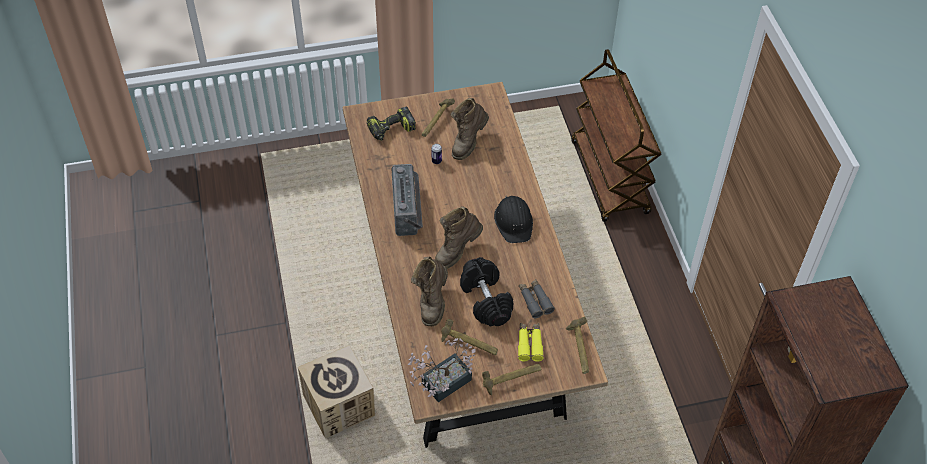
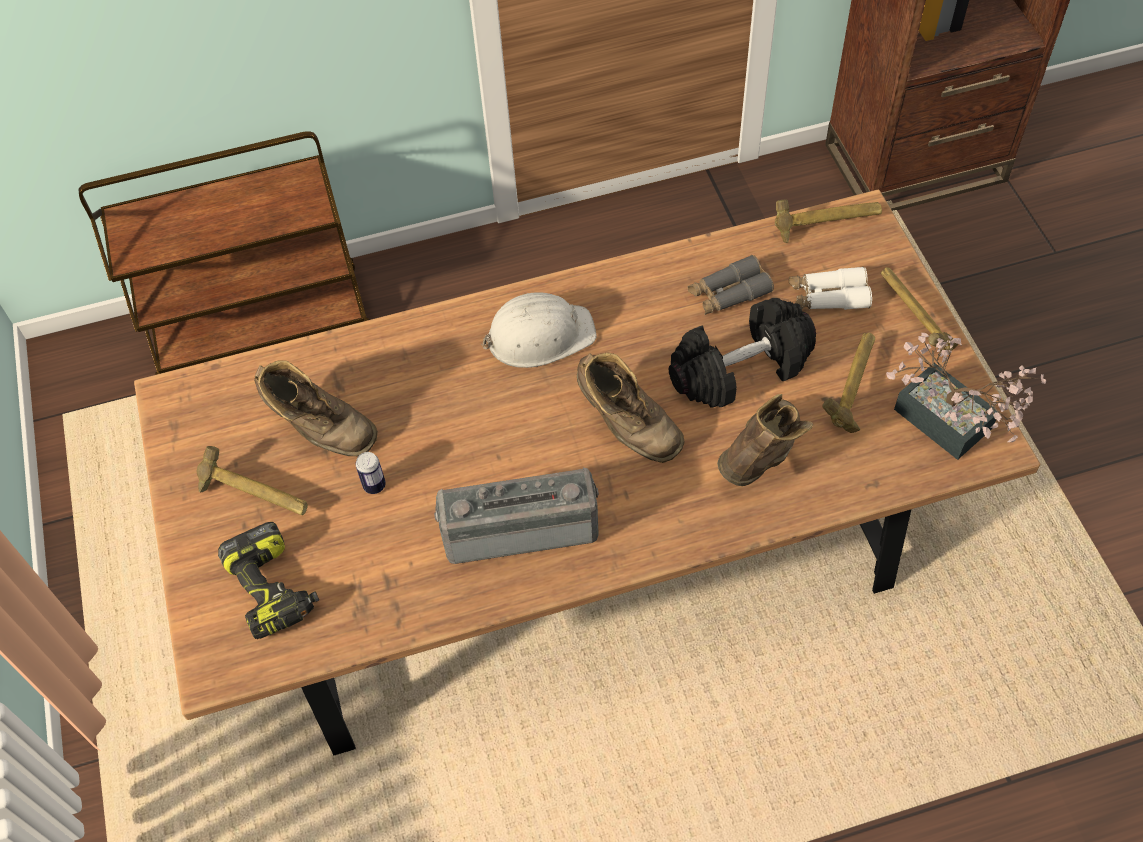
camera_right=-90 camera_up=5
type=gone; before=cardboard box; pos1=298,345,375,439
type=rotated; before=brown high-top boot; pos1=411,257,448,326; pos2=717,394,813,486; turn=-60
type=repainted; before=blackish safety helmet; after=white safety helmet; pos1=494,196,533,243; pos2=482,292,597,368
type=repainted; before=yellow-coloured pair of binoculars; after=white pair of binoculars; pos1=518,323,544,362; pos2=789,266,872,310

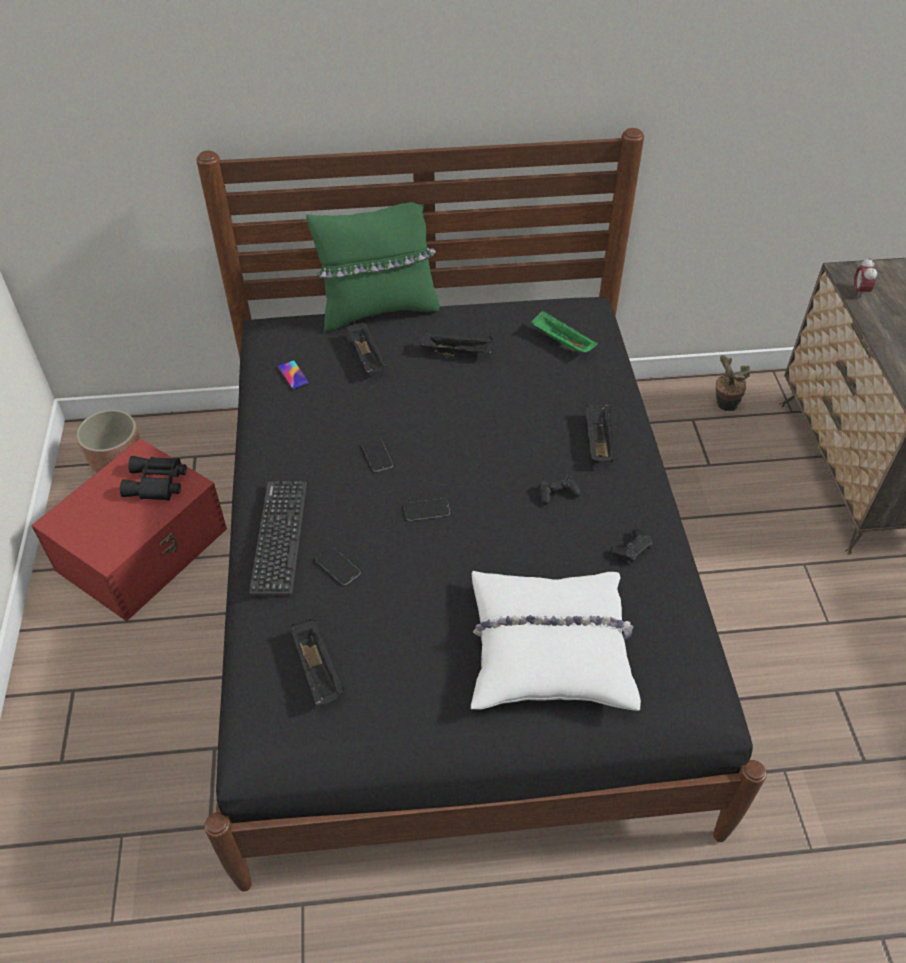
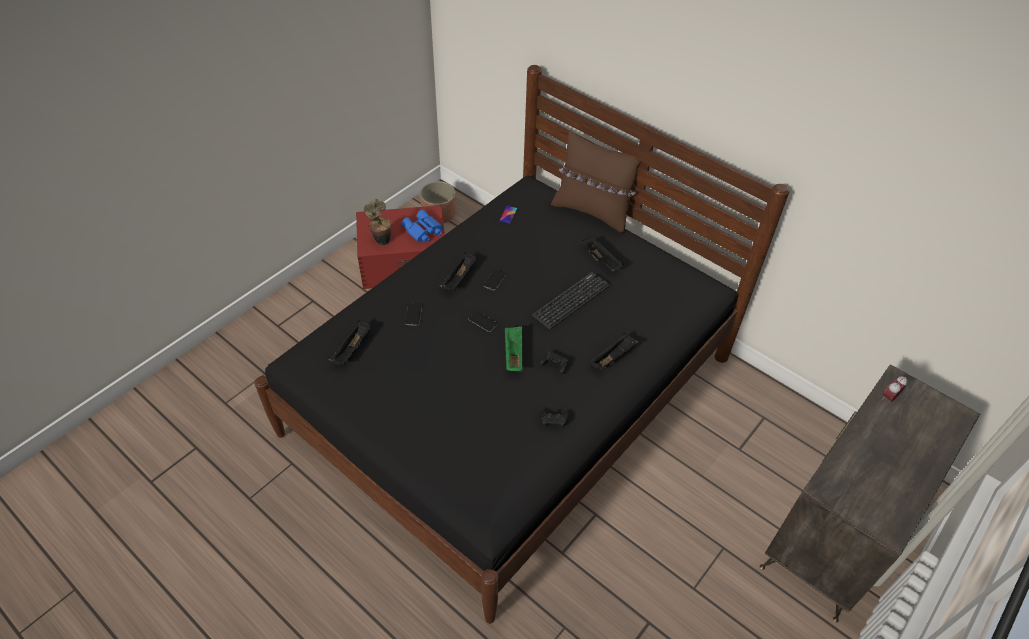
camera_right=45 camera_up=0
type=repainted; before=blackish pair of binoculars; after=blue pair of binoculars; pos1=120,456,187,501; pos2=401,210,443,243
type=shifted; before=PC keyboard; pos1=249,481,307,595; pos2=532,272,610,329
type=repainted; before=green-coloured pillow; after=brown pillow; pos1=306,202,440,333; pos2=551,130,641,233
type=shifted; before=blackish serving tray; pos1=347,322,388,373; pos2=439,252,477,290
type=gone; before=white pillow; pos1=471,571,641,711
type=shifted; before=green-coloured serving tray; pos1=531,311,598,353; pos2=505,326,522,371
type=shifted; before=potted plant; pos1=716,355,750,411; pos2=364,199,391,245

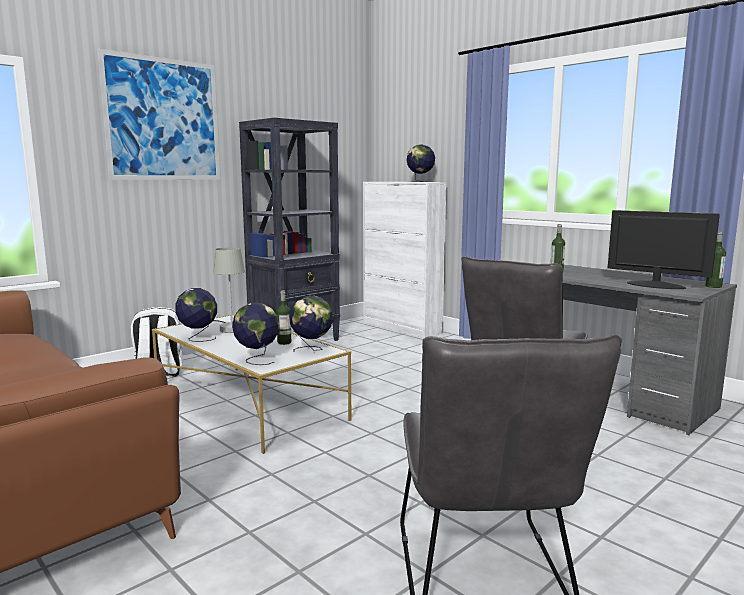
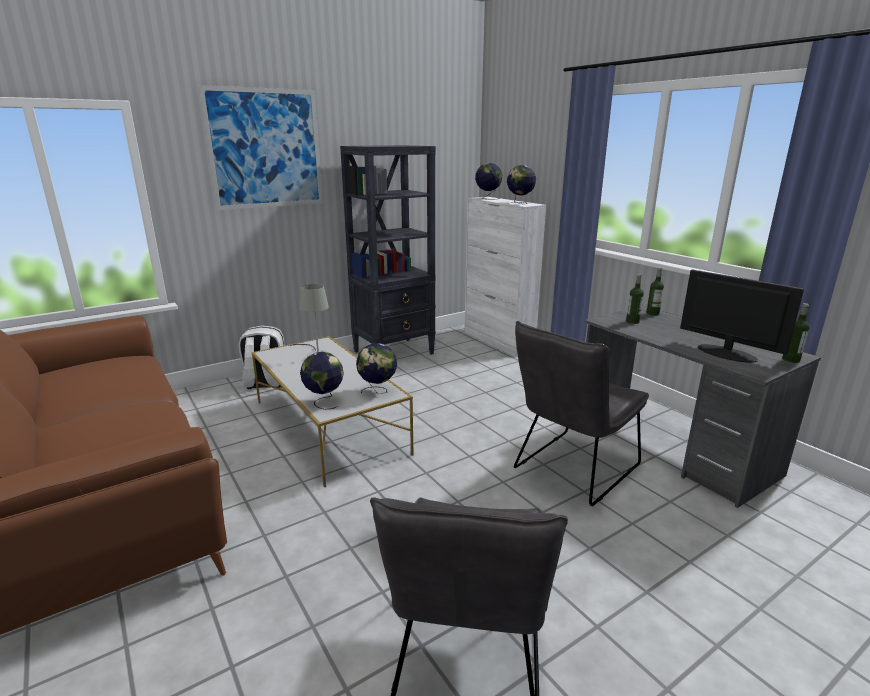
camera_right=10 camera_up=10
type=shifted; before=world globe; pos1=175,288,217,342; pos2=475,163,502,199
type=shifted; before=beverage bottle; pos1=276,291,291,345; pos2=646,268,664,316

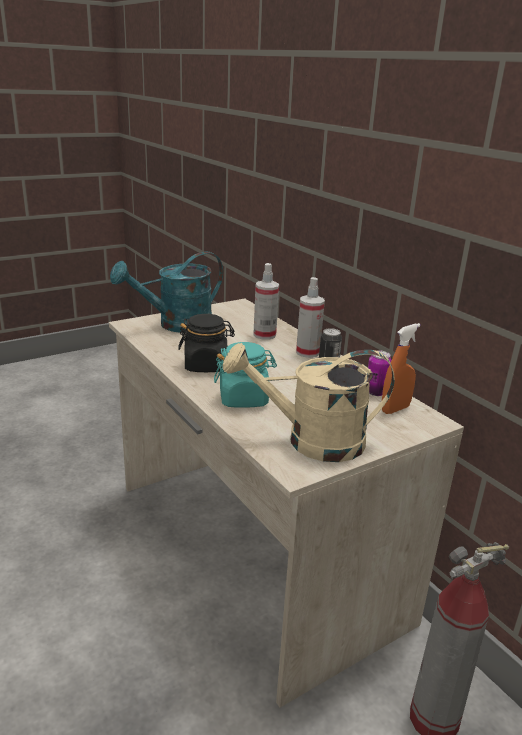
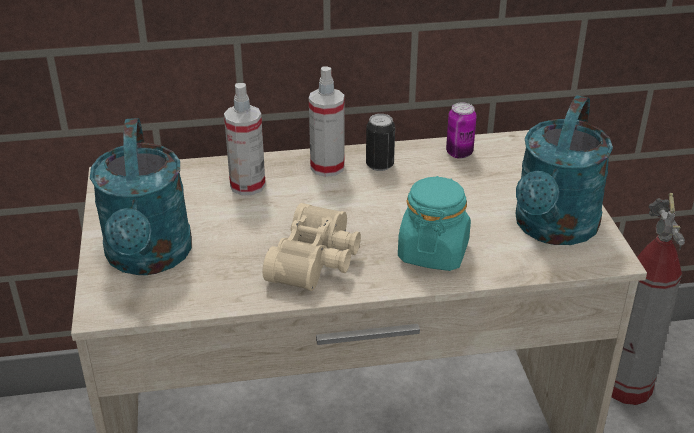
camera_right=-65 camera_up=10
type=swapped; before=blackish jar; after=beige pair of binoculars; pos1=178,314,235,372; pos2=263,203,361,291
type=repainted; before=beige watering pot; after=turquoise-coloured watering pot; pos1=223,343,395,462; pos2=515,95,613,245
type=gone; before=orange spray bottle; pos1=382,323,420,414

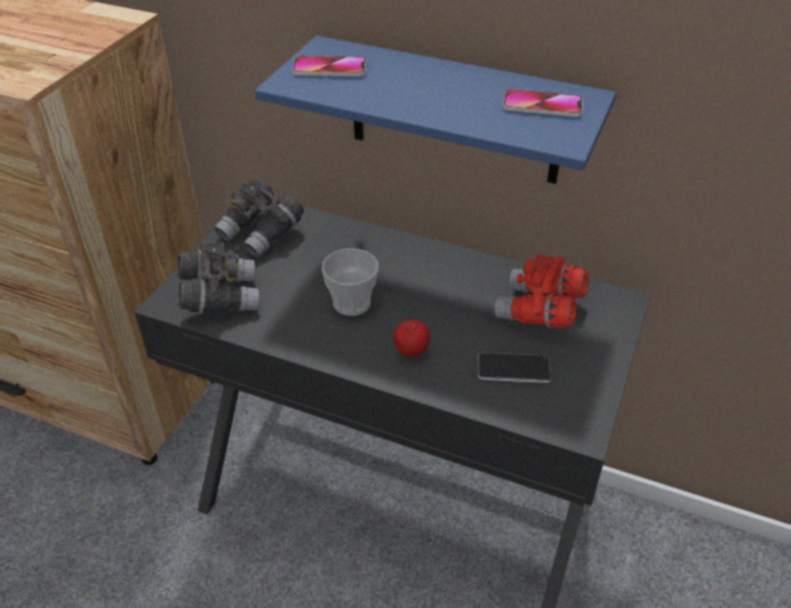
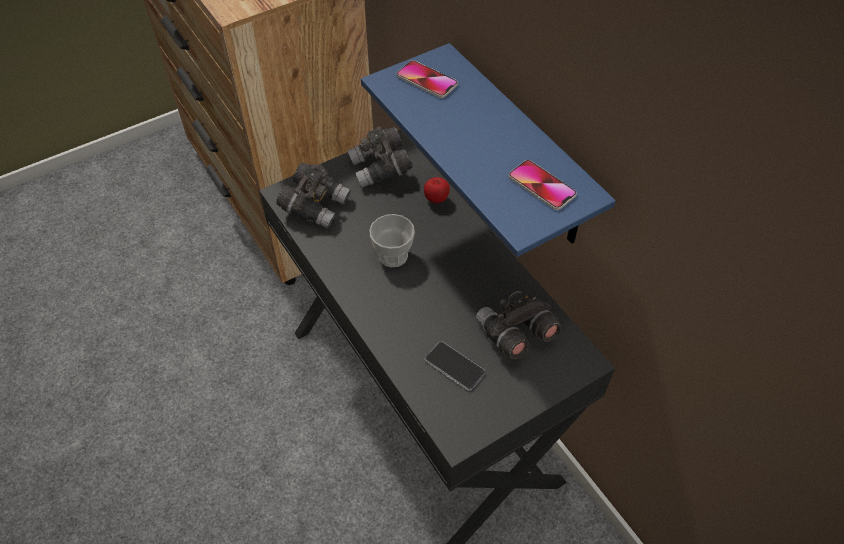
camera_right=35 camera_up=10
type=shifted; before=whole apple; pos1=393,320,430,357; pos2=424,177,450,204
type=repainted; before=red pair of binoculars; after=grey pair of binoculars; pos1=495,254,589,328; pos2=476,291,562,359

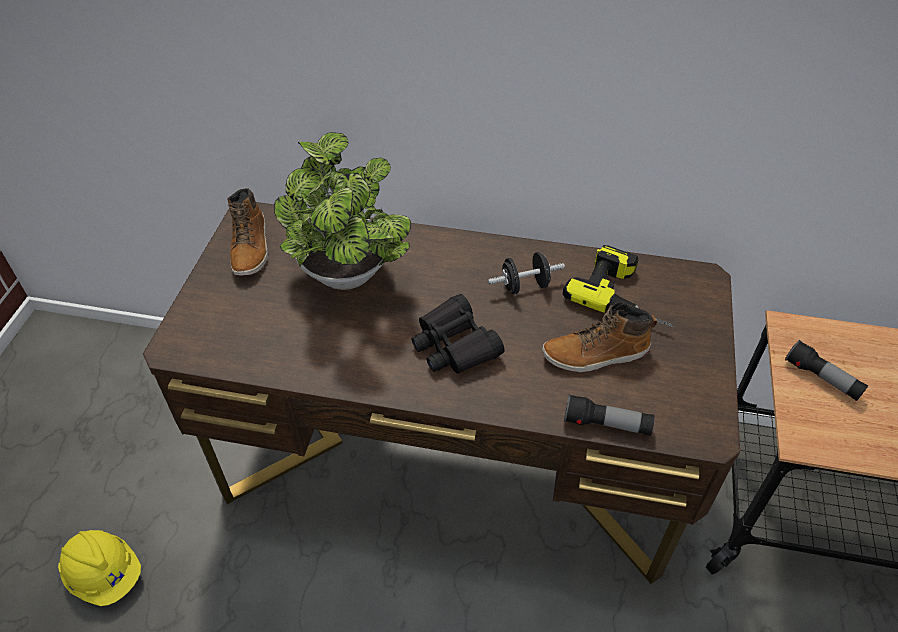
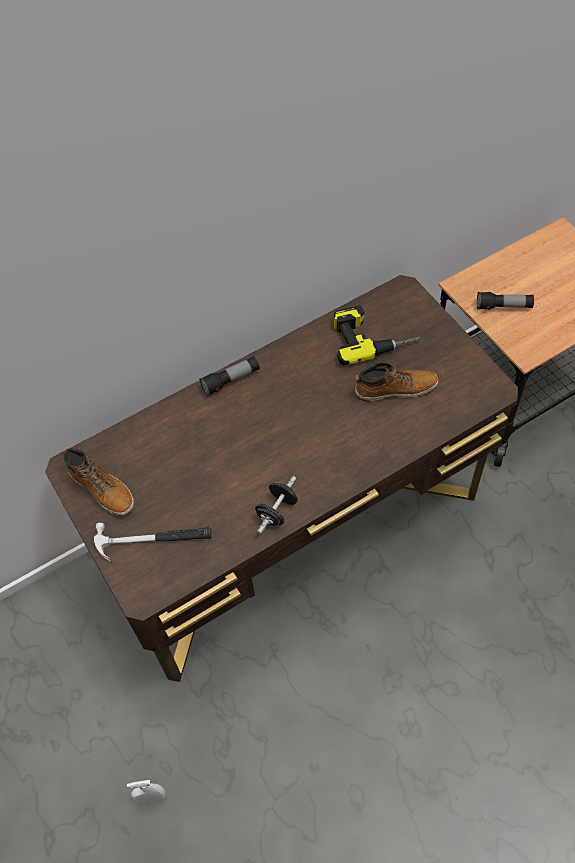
camera_right=-40 camera_up=10
type=swapped; before=yellow-coloured safety helmet; after=white spray bottle; pos1=58,530,141,606; pos2=127,780,165,803
type=gone; before=potted plant; pos1=274,132,411,290
type=gone; before=blackish pair of binoculars; pos1=412,294,505,374
type=shifted; before=blackish free weight; pos1=488,252,565,295; pos2=255,476,298,534
type=rotated; before=high-top boot; pos1=542,302,657,372; pos2=355,362,438,402; turn=-135
type=shifted; before=hand torch; pos1=564,394,655,436; pos2=199,356,260,396
type=new; after=tool hammer; pos2=94,523,212,562

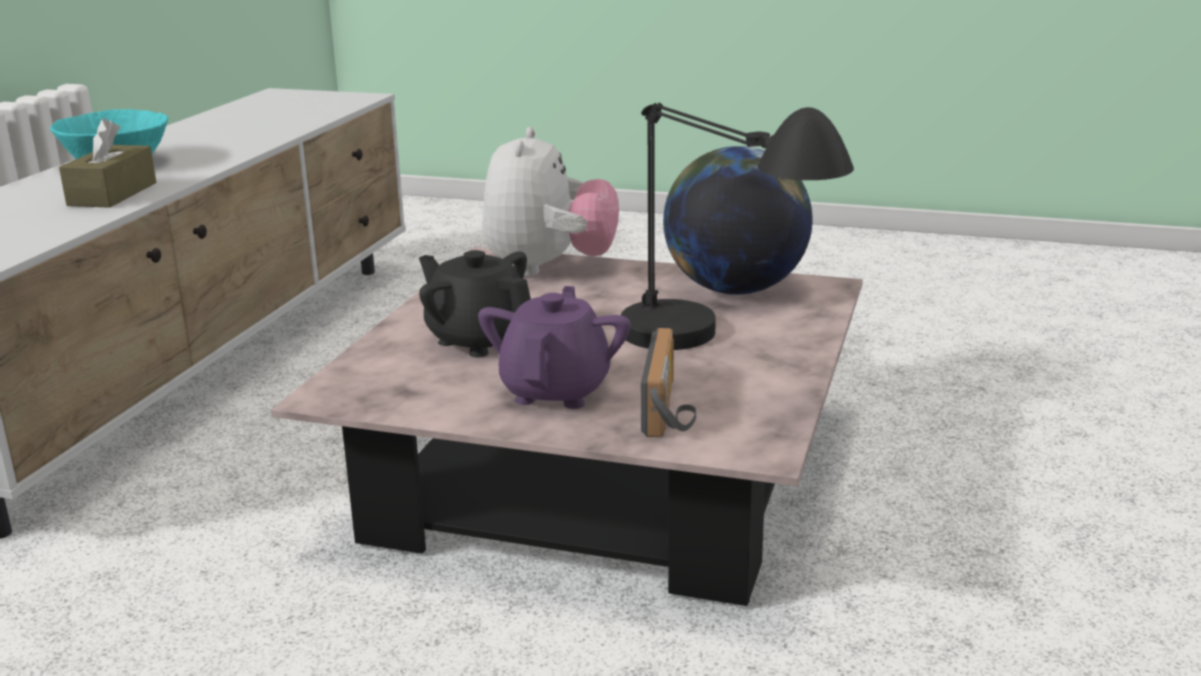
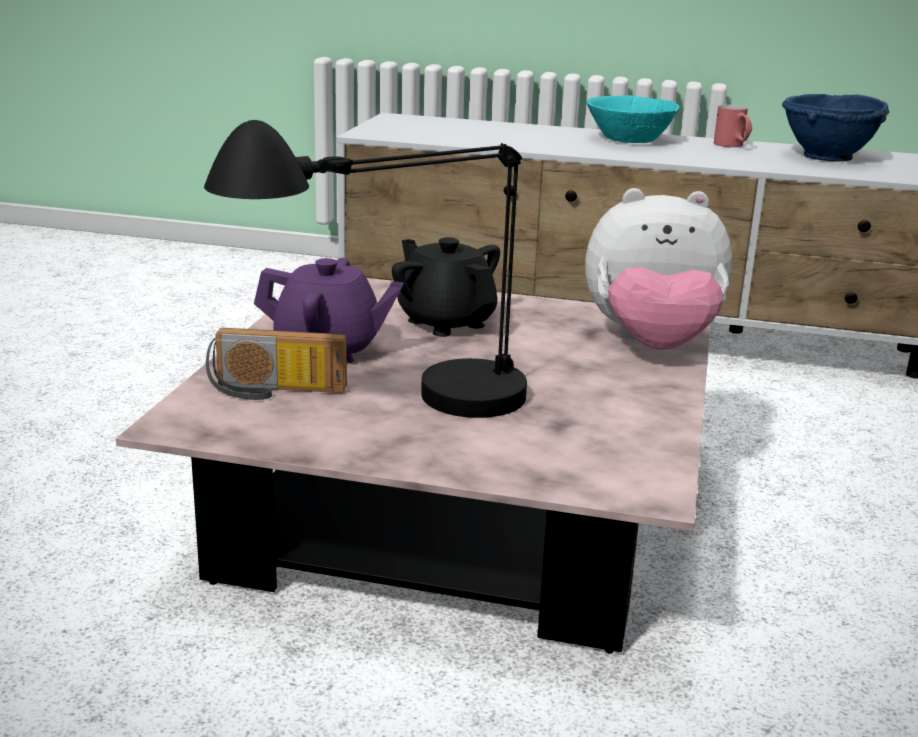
camera_right=85 camera_up=0
type=gone; before=brown tissue box; pos1=59,118,156,208
type=rotated; before=blackish tea pot; pos1=419,250,531,358; pos2=392,237,500,337; turn=-75
type=gone; before=world globe; pos1=663,146,812,295
type=new; after=red coffee mug; pos2=714,105,752,147
type=new; after=blue bowl; pos2=782,94,889,162

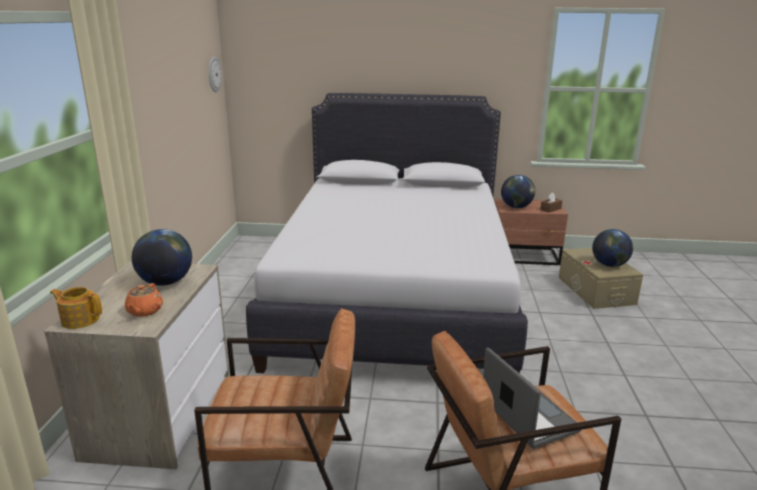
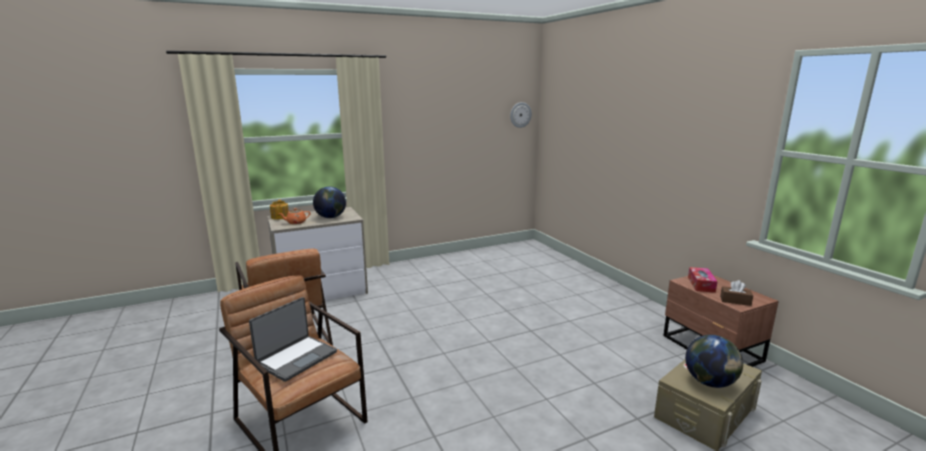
camera_right=60 camera_up=-5
type=gone; before=white bed; pos1=246,93,528,373
type=swapped; before=world globe; after=tissue box; pos1=501,175,535,208; pos2=688,267,718,293

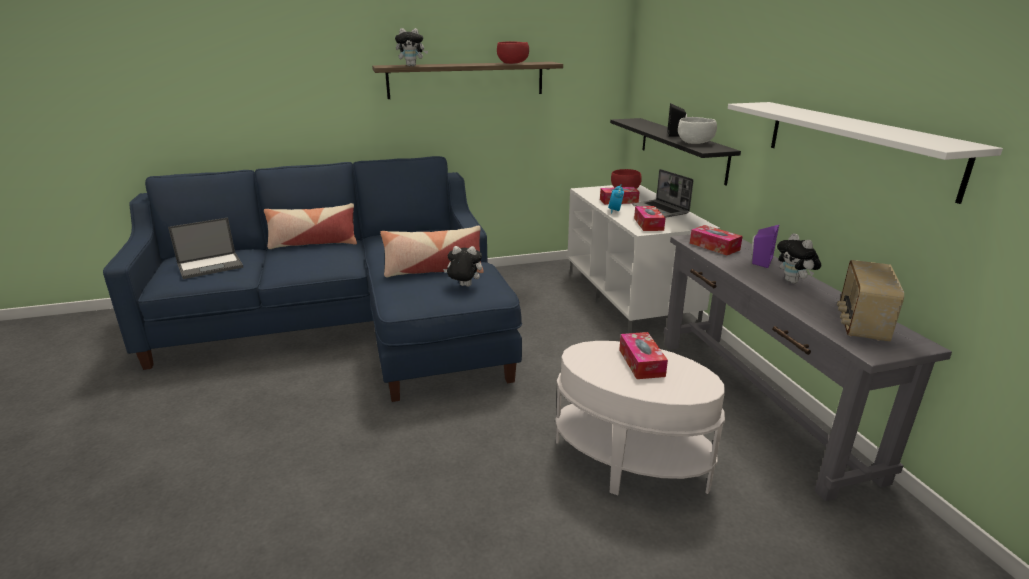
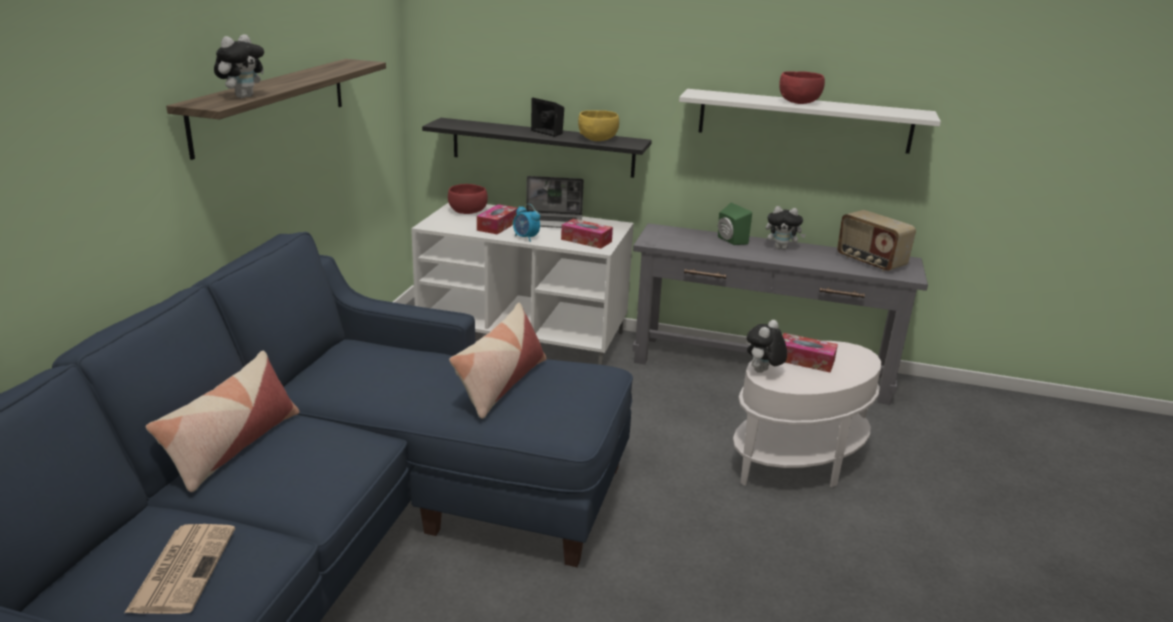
camera_right=-60 camera_up=0
type=swapped; before=laptop; after=newspaper; pos1=168,218,243,279; pos2=125,524,235,614
type=shifted; before=cuddly toy; pos1=443,246,482,287; pos2=747,320,787,373
type=shifted; before=red bowl; pos1=497,41,529,64; pos2=779,71,825,104
type=repainted; before=white bowl; after=yellow-coloured bowl; pos1=678,117,717,144; pos2=578,110,619,141
type=gone; before=tissue box; pos1=690,225,743,255
type=repainted; before=purple audio speaker; after=green-coloured audio speaker; pos1=752,225,779,268; pos2=718,203,752,245

